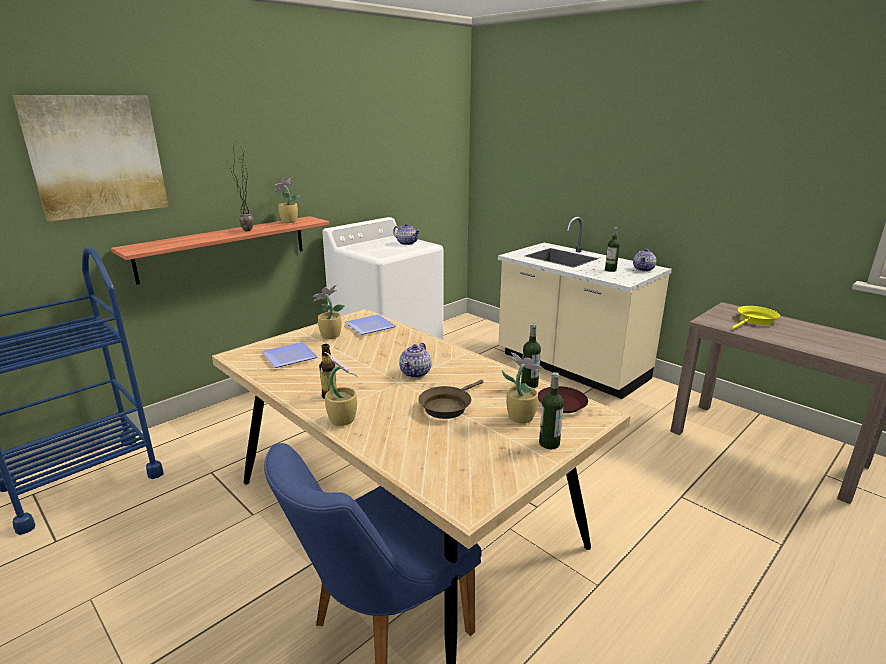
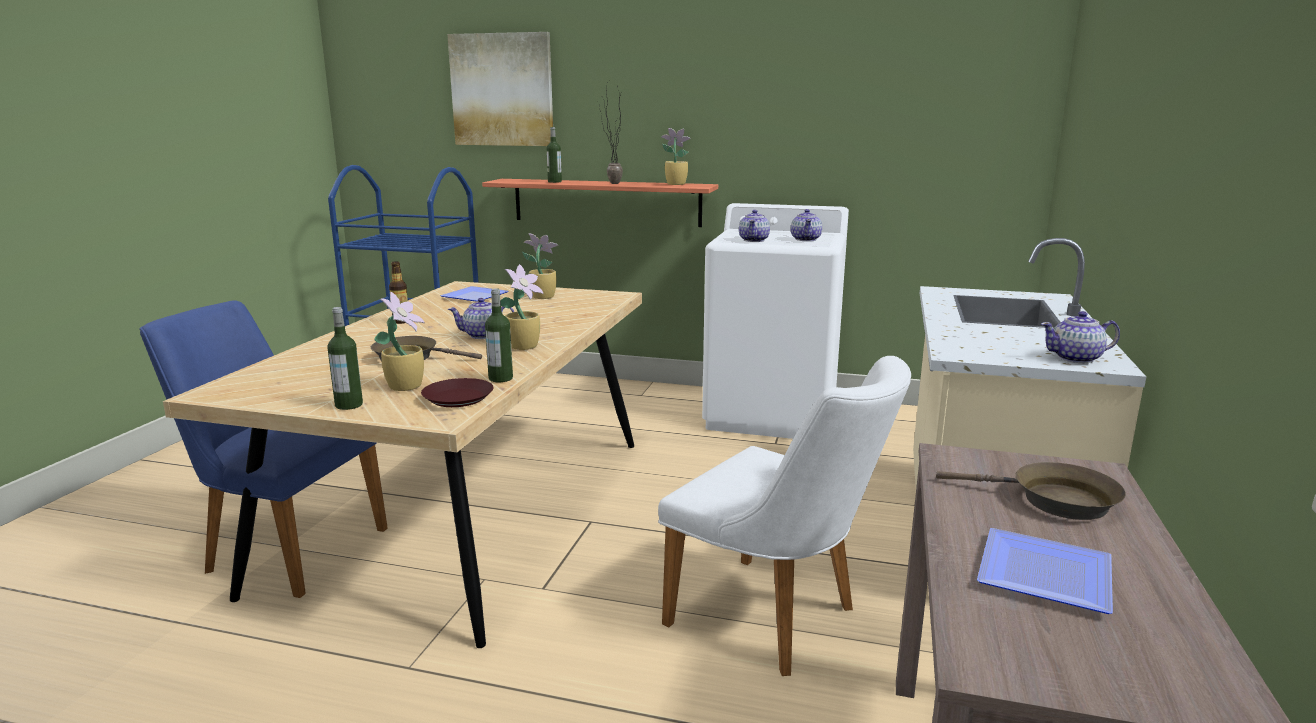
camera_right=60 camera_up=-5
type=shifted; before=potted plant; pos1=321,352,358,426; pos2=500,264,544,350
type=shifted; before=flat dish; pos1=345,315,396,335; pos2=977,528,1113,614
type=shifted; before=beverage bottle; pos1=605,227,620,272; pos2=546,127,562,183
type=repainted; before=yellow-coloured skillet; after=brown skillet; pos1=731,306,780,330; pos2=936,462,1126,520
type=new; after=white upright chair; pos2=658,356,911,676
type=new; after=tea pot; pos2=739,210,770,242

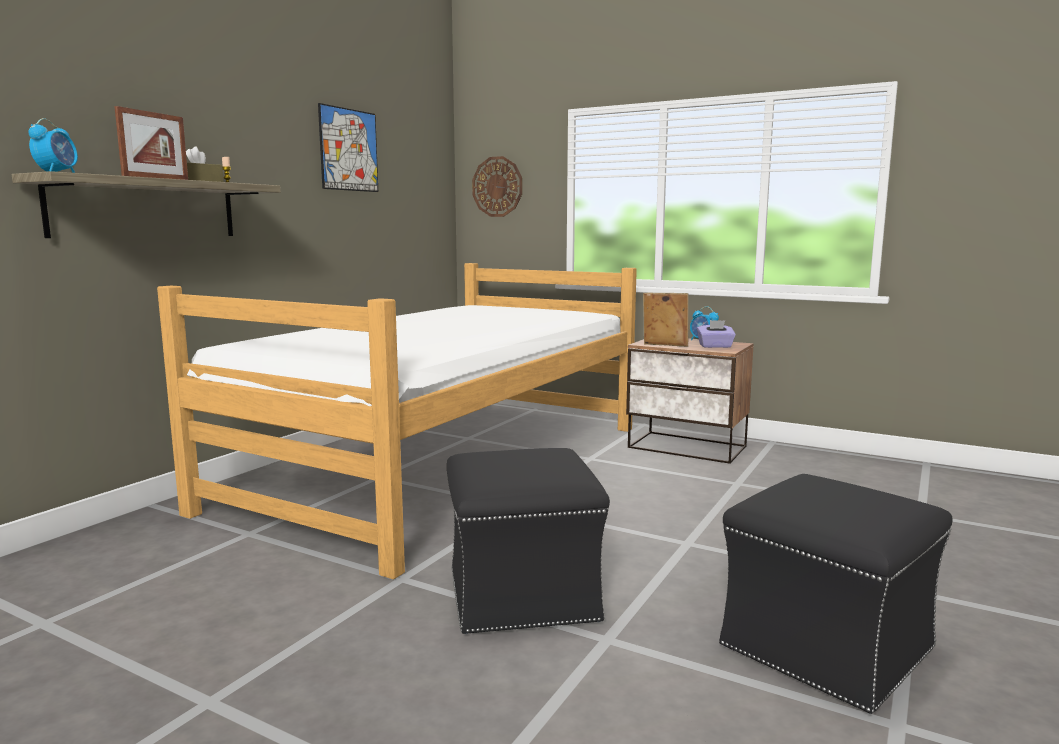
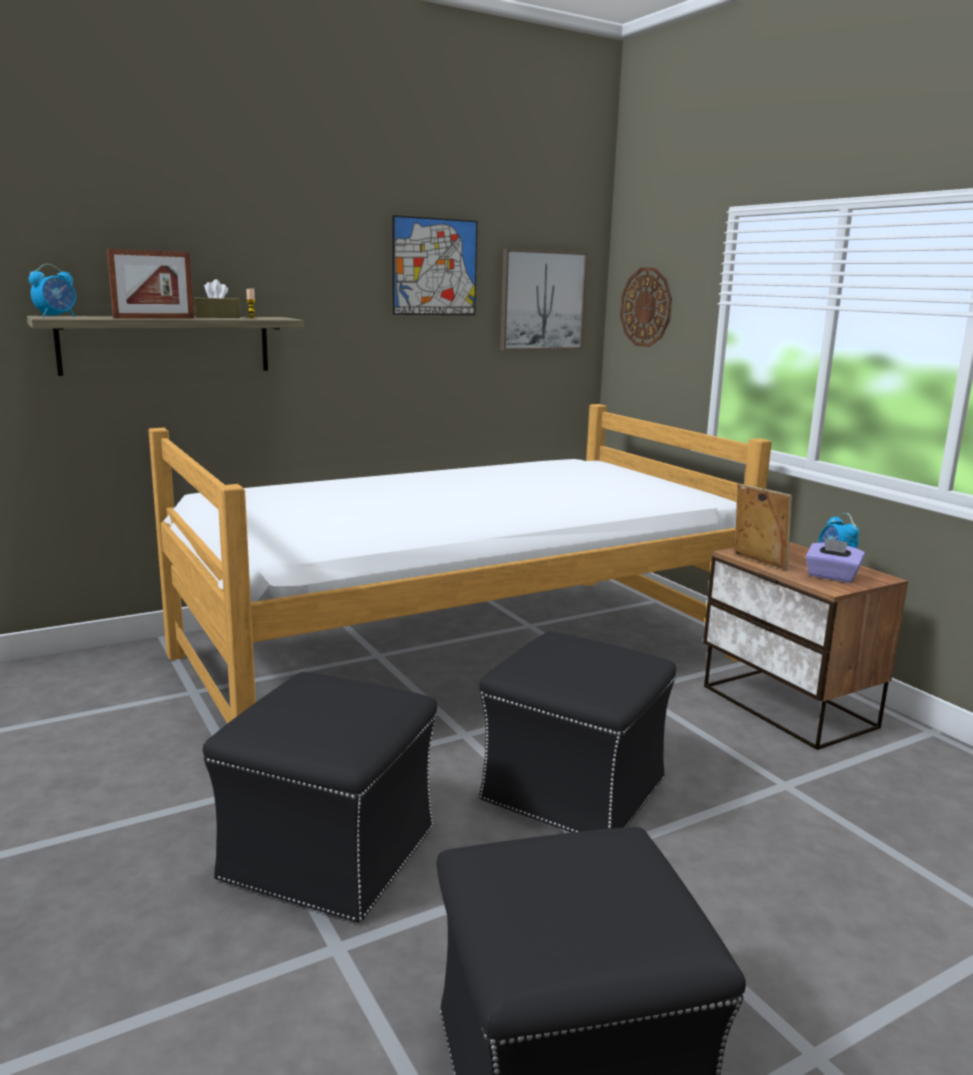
camera_right=30 camera_up=5
type=new; after=blackish ottoman; pos2=479,631,676,833
type=new; after=wall picture; pos2=500,249,588,351

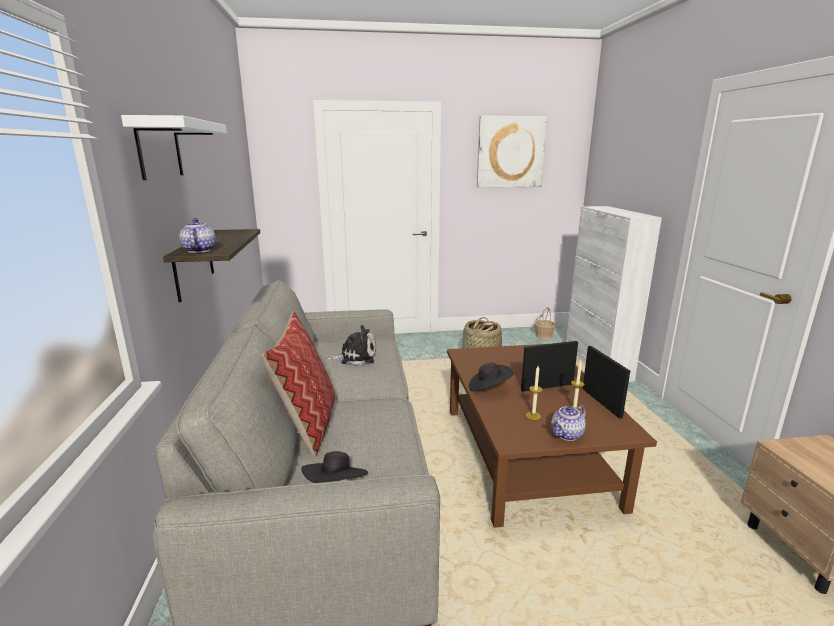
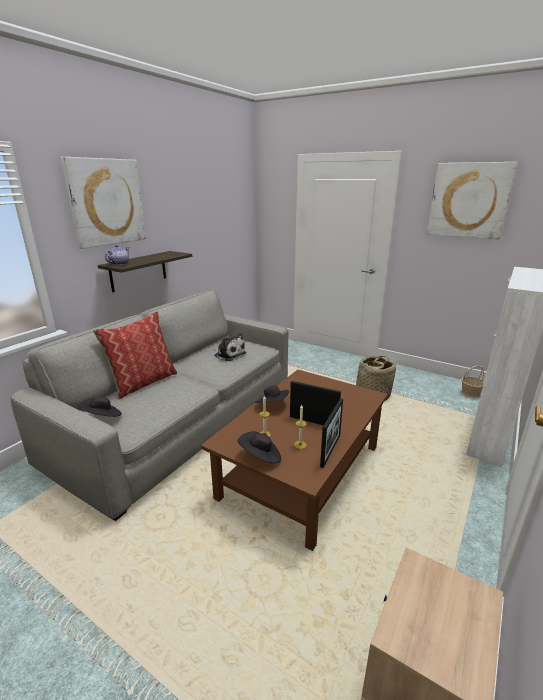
camera_right=40 camera_up=5
type=swapped; before=white shelf; after=wall picture; pos1=121,115,227,180; pos2=61,157,146,249
type=swapped; before=tea pot; after=blackish hat; pos1=551,405,586,441; pos2=238,431,281,463

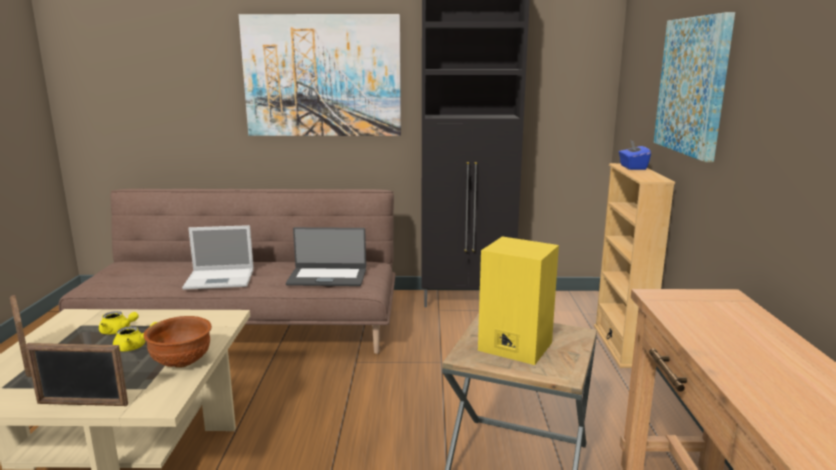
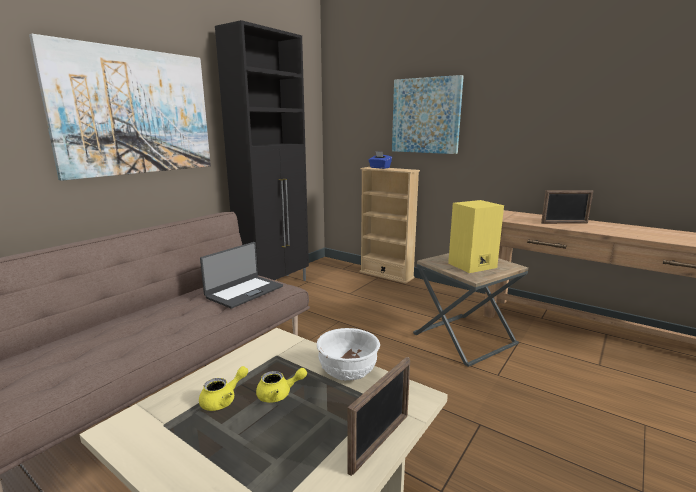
camera_right=-55 camera_up=0
type=shifted; before=picture frame; pos1=10,295,32,377; pos2=541,190,594,224
type=rotated; before=yellow-coloured tea pot; pos1=113,322,158,351; pos2=256,368,307,403; turn=60
type=repainted; before=brown bowl; after=white bowl; pos1=143,316,212,368; pos2=317,328,380,381
type=gone; before=laptop; pos1=182,225,254,290

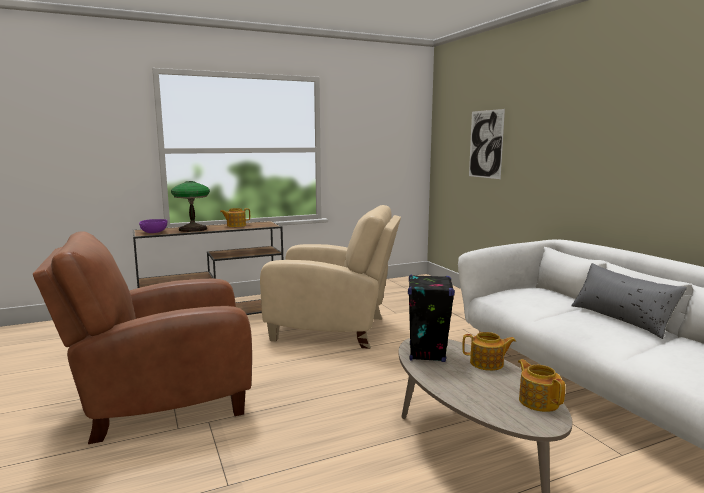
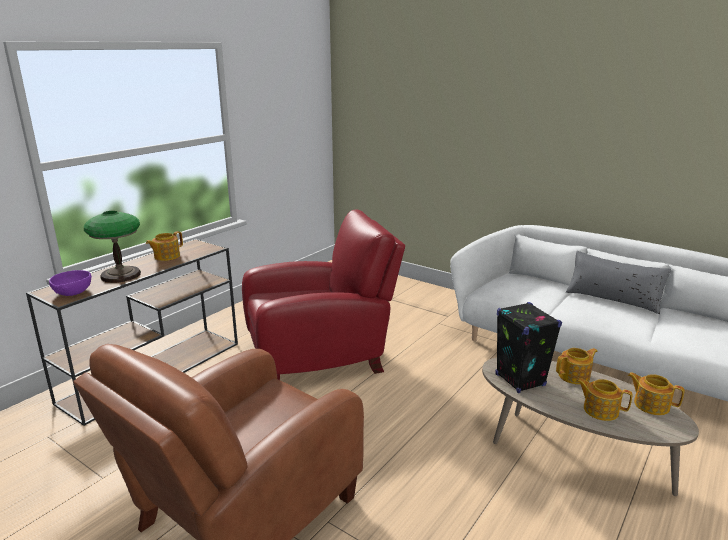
camera_right=-30 camera_up=10
type=repainted; before=beige lounge chair; after=red lounge chair; pos1=260,205,401,349; pos2=242,209,405,380
type=gone; before=wall picture; pos1=469,109,505,179
type=new; after=tea pot; pos2=576,378,632,421

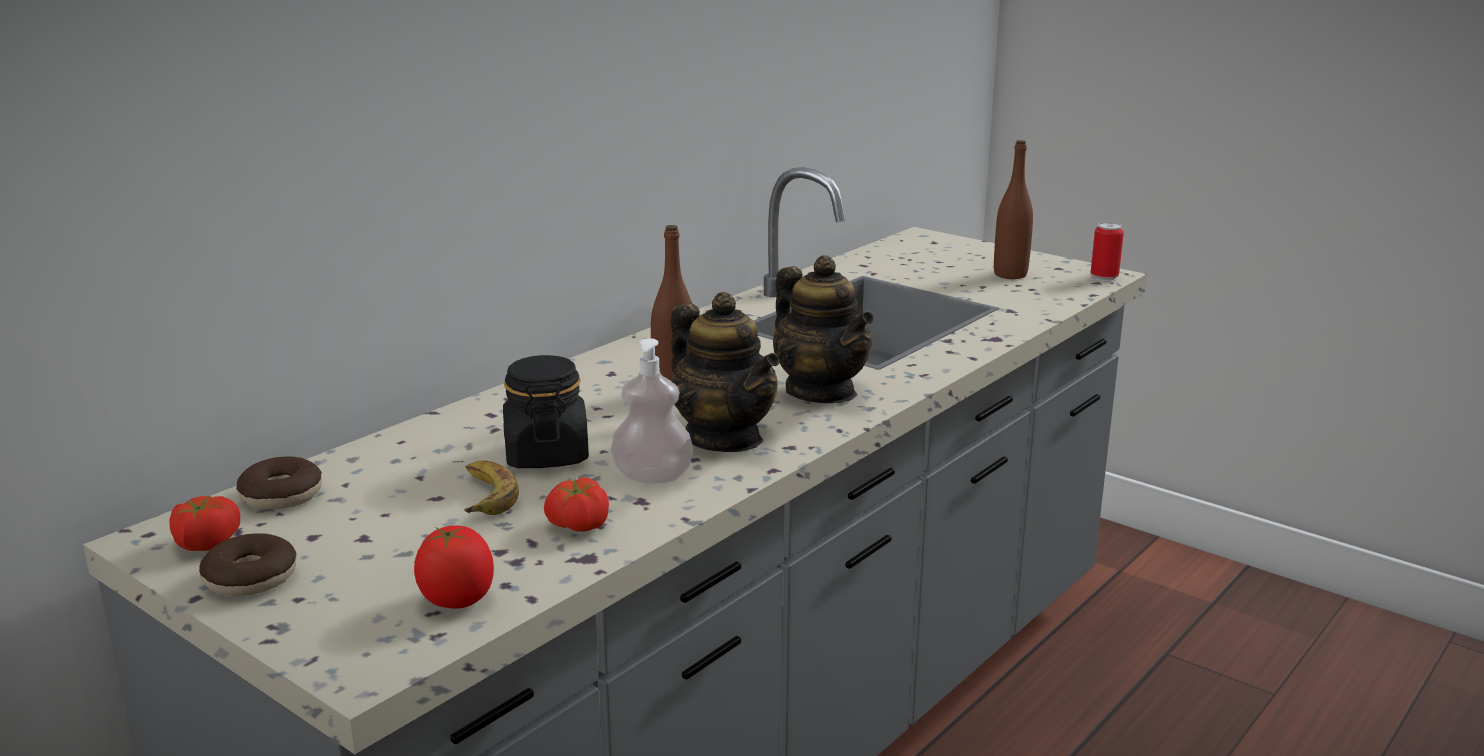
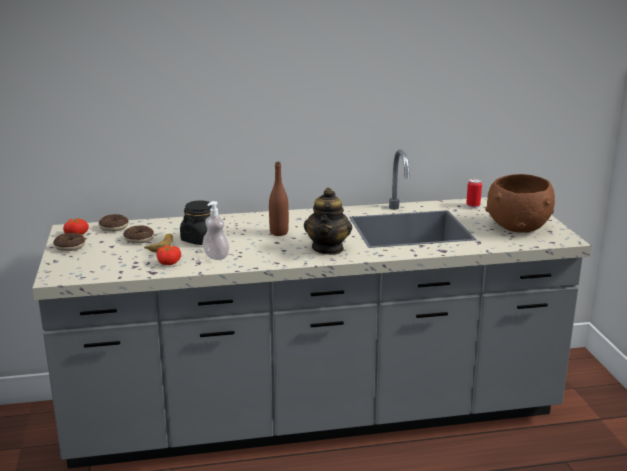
camera_right=40 camera_up=0
type=gone; before=fresh tomato; pos1=414,525,494,609
type=gone; before=tea pot; pos1=670,292,780,452
type=swapped; before=brown beverage bottle; after=brown bowl; pos1=994,140,1033,279; pos2=485,174,555,233
type=shifted; before=can; pos1=1091,222,1124,282; pos2=466,179,482,209
type=new; after=donut; pos2=123,226,154,244

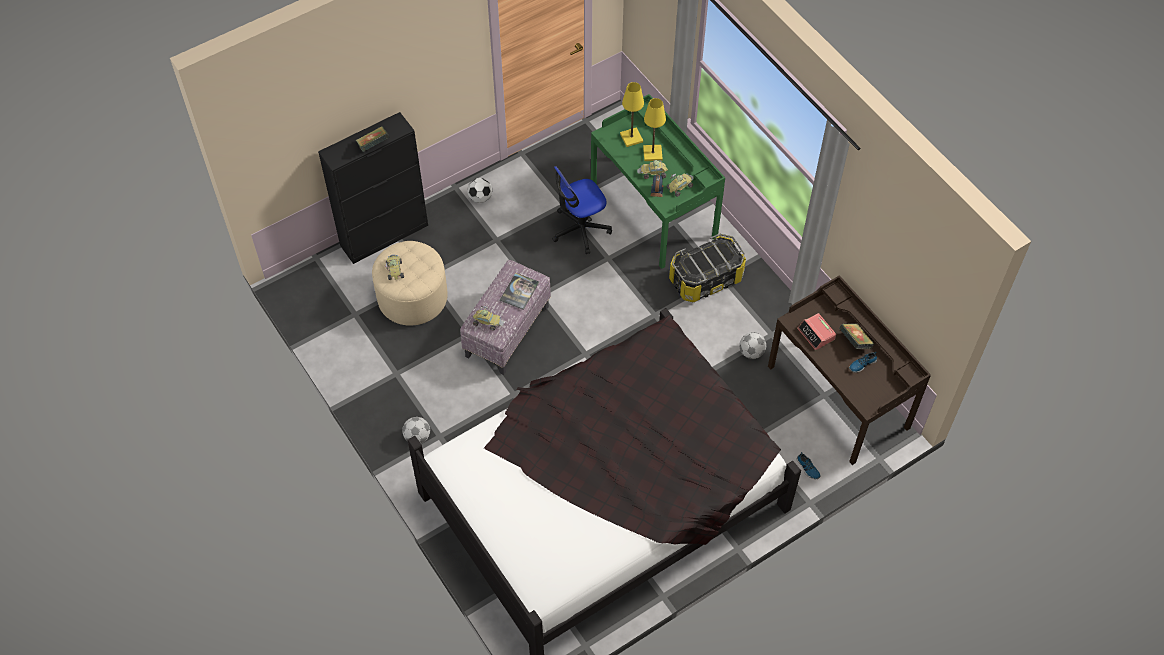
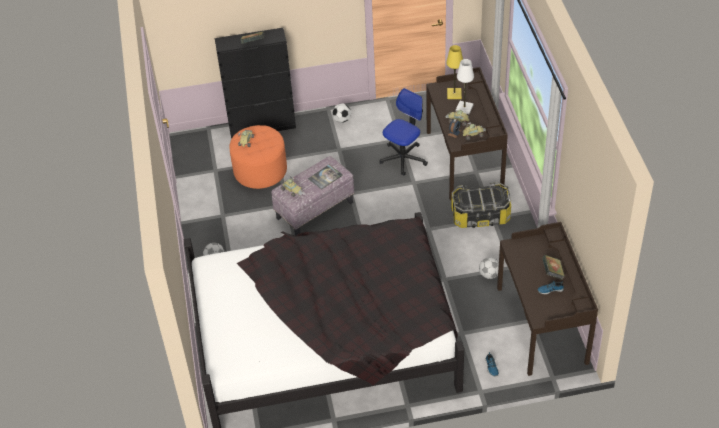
camera_right=25 camera_up=-10
type=repainted; before=beige ottoman; after=orange ottoman; pos1=372,241,448,326; pos2=229,125,287,189
type=rotated; before=computer chair; pos1=552,166,612,254; pos2=379,88,428,176; turn=135
type=repainted; before=green-coloured desk; after=brown desk; pos1=591,94,725,269; pos2=427,67,508,200
type=repainted; before=yellow-coloured tabletop lamp; after=white tabletop lamp; pos1=643,98,666,161; pos2=456,59,474,114
type=gone; before=table clock; pos1=797,313,836,350

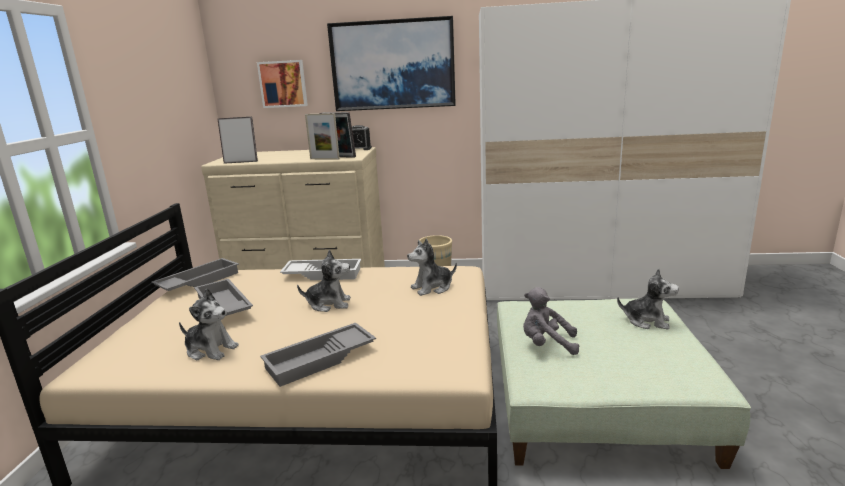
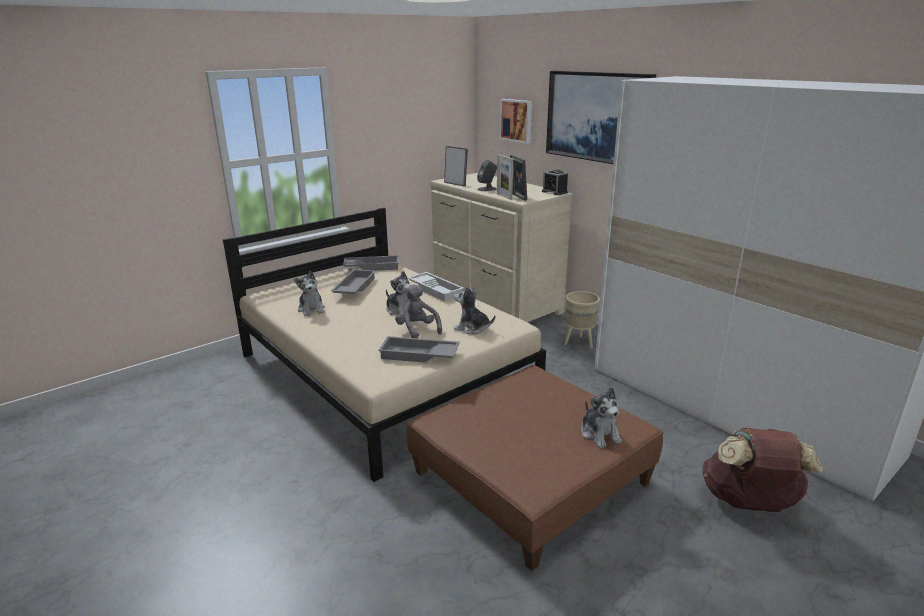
camera_right=45 camera_up=5
type=shifted; before=grey serving tray; pos1=260,323,376,387; pos2=378,336,460,363
type=repainted; before=green-coloured ottoman; after=brown ottoman; pos1=497,299,751,469; pos2=406,365,663,571
type=shifted; before=grey cuddly toy; pos1=523,287,579,355; pos2=395,284,442,338
type=new; after=grey audio speaker; pos2=477,160,497,191
type=new; after=brown rucksack; pos2=702,427,823,512

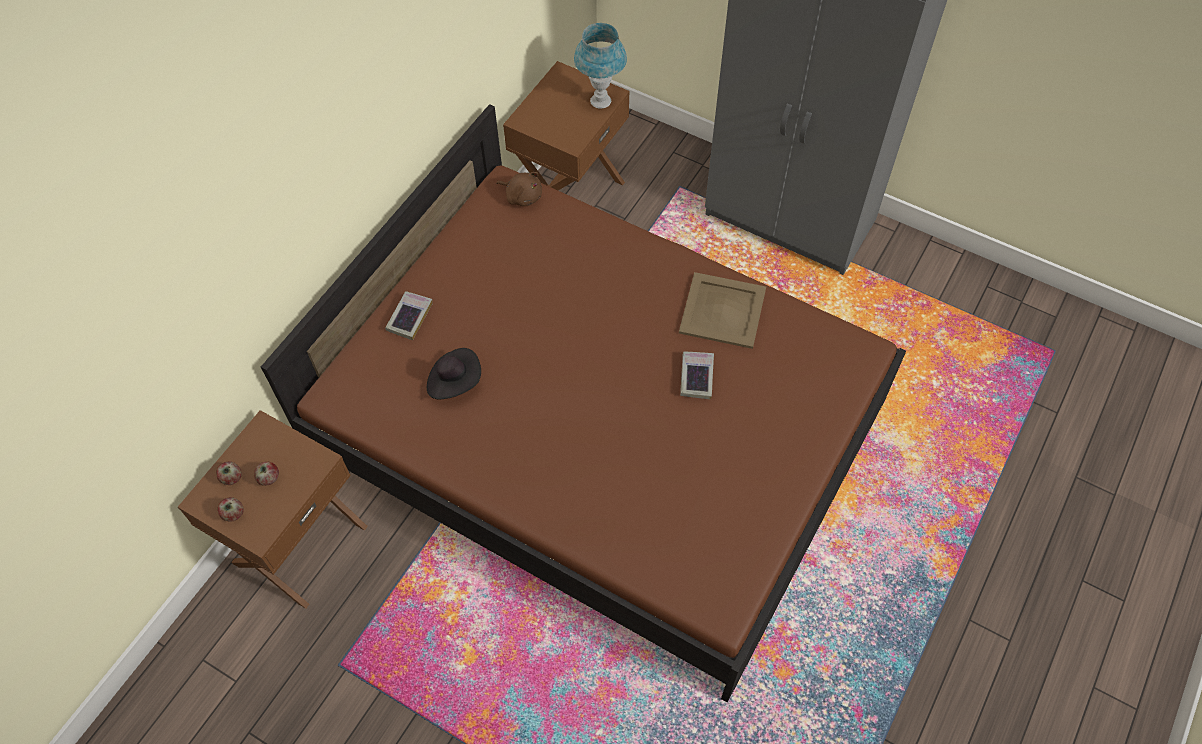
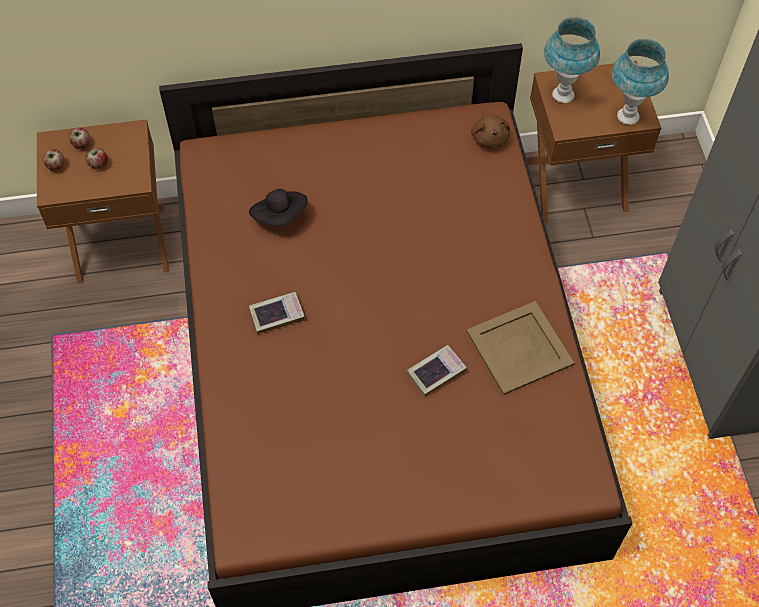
camera_right=50 camera_up=0
type=shifted; before=volume; pos1=385,291,433,340; pos2=249,292,305,334
type=new; after=blue tabletop lamp; pos2=544,17,600,103

